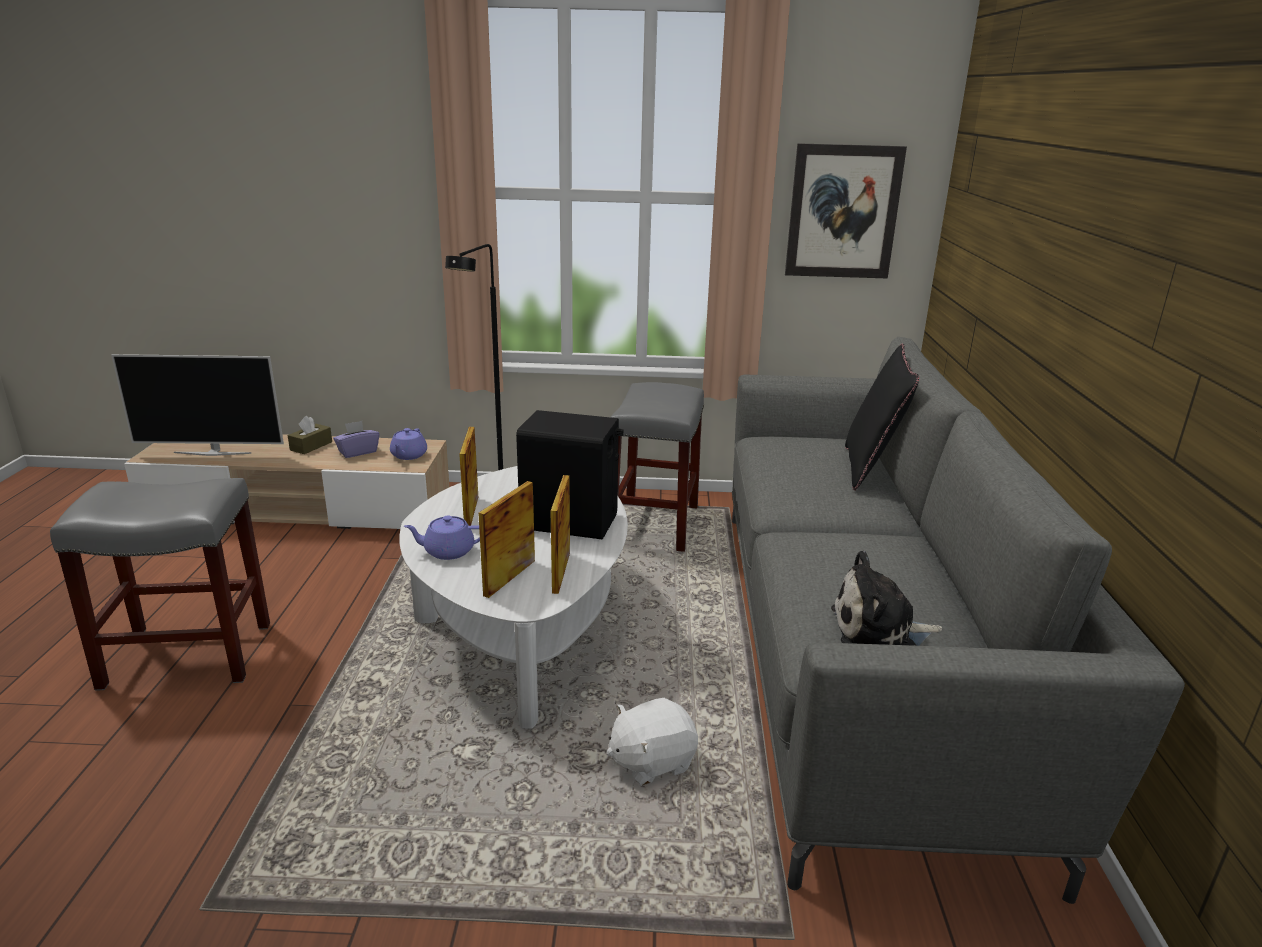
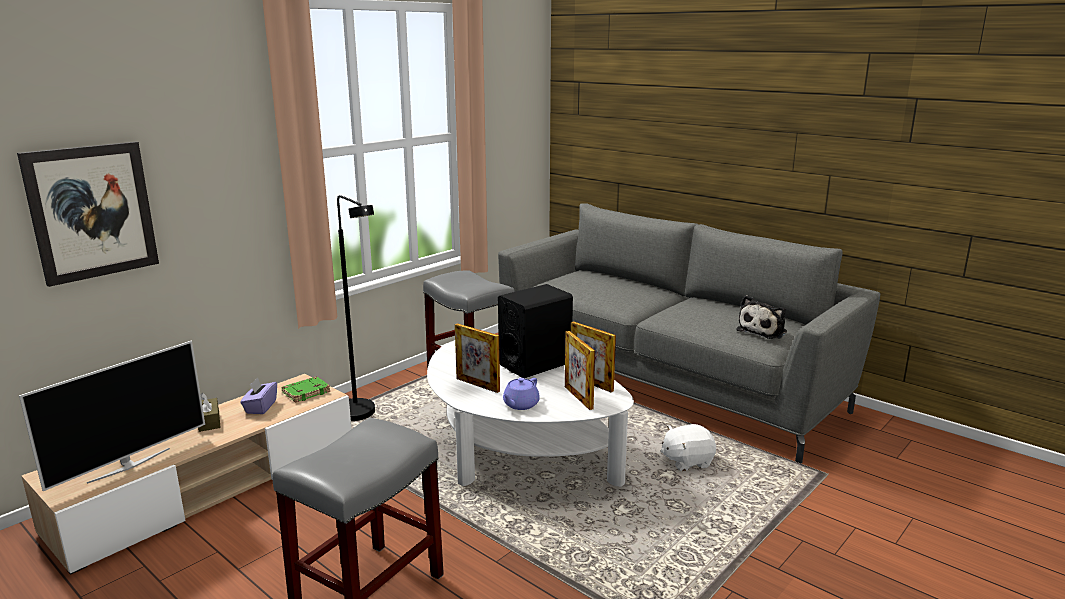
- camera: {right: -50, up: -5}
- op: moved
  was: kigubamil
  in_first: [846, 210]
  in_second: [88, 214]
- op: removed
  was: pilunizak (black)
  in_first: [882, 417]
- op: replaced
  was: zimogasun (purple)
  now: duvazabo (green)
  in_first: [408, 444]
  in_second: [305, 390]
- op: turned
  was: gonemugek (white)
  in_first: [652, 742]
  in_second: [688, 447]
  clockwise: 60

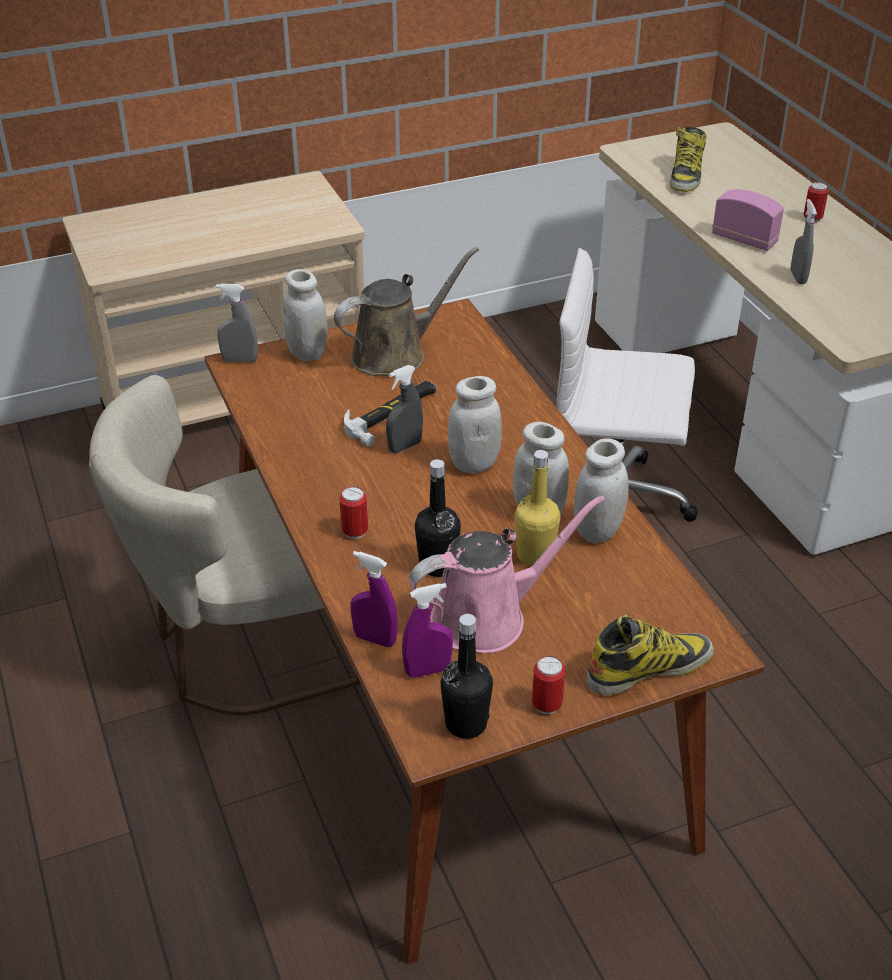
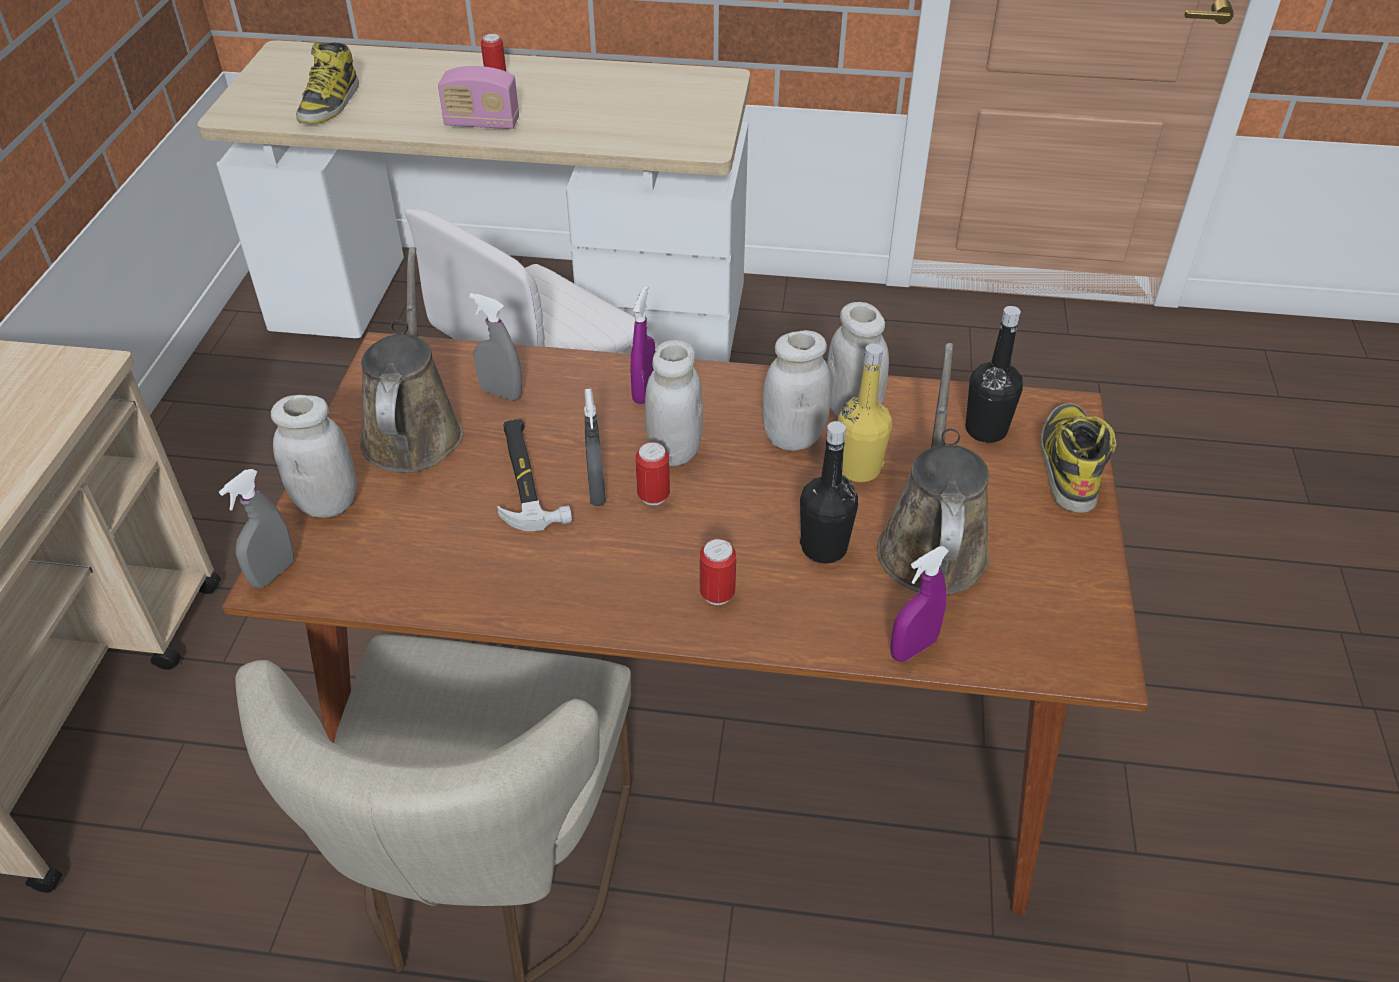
- camera: {right: -60, up: 5}
- op: turned
  was: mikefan
  in_first: [688, 159]
  in_second: [327, 83]
  clockwise: 60
- op: turned
  was: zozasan
  in_first: [748, 220]
  in_second: [478, 97]
  clockwise: -150
- op: moved
  was: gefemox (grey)
  in_first: [804, 241]
  in_second: [495, 347]
- op: recoloured
  was: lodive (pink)
  now: lodive (brown)
  in_first: [507, 574]
  in_second: [933, 469]
- op: moved
  was: gefemox (purple)
  in_first: [427, 630]
  in_second: [642, 344]
- op: moved
  was: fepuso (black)
  in_first: [466, 676]
  in_second: [994, 374]
- op: moved
  was: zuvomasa
  in_first: [548, 685]
  in_second: [653, 473]

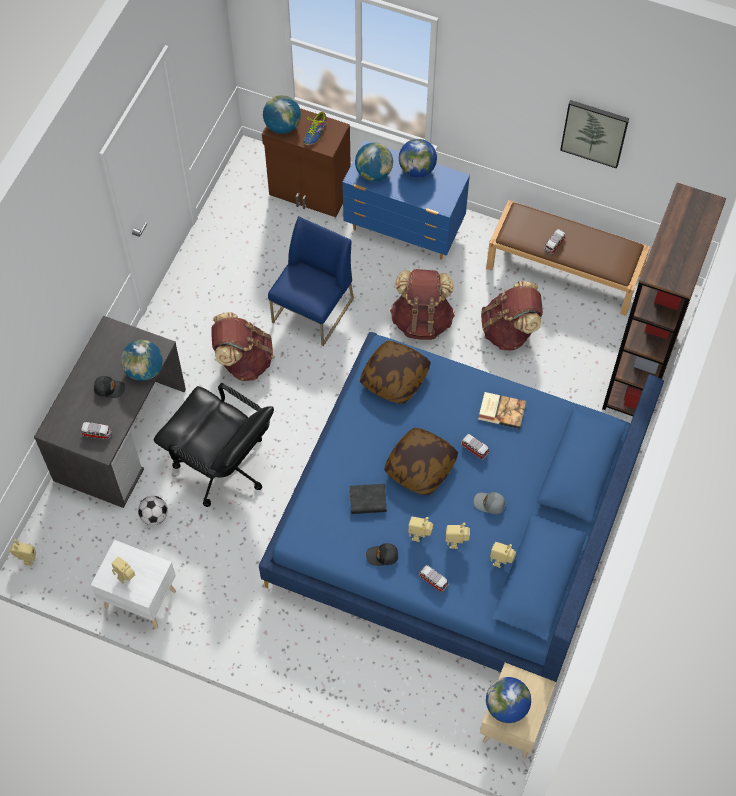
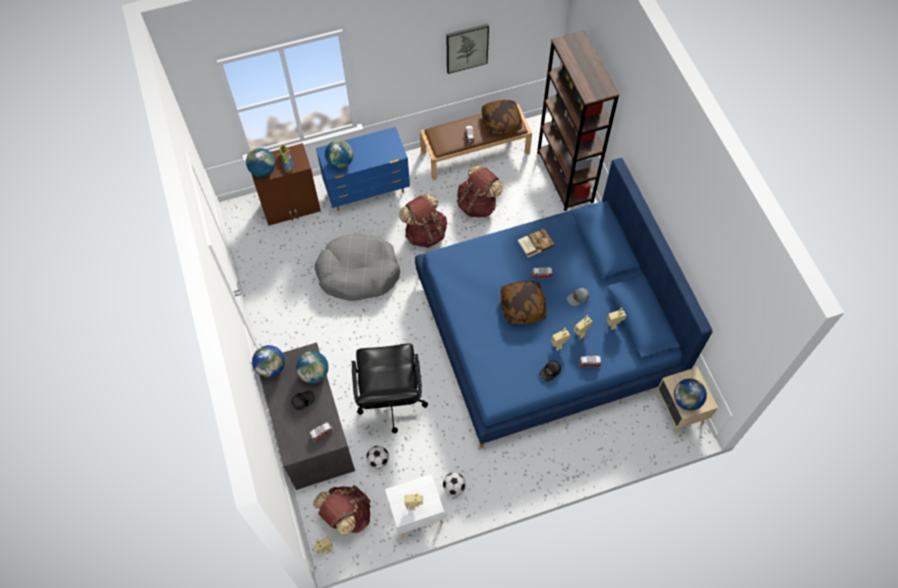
- camera: {right: -40, up: 0}
- op: moved
  was: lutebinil
  in_first: [418, 158]
  in_second: [268, 361]
- op: replaced
  was: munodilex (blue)
  now: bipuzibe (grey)
  in_first: [311, 281]
  in_second: [357, 267]
- op: moved
  was: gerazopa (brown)
  in_first: [242, 346]
  in_second: [342, 510]
- op: moved
  was: pilunizak
  in_first: [395, 372]
  in_second: [502, 117]
- op: turned
  was: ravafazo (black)
  in_first: [214, 445]
  in_second: [390, 388]
  clockwise: 90
- op: removed
  was: duvazabo (black)
  in_first: [368, 499]
- op: added
  now: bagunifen
  in_second: [454, 484]

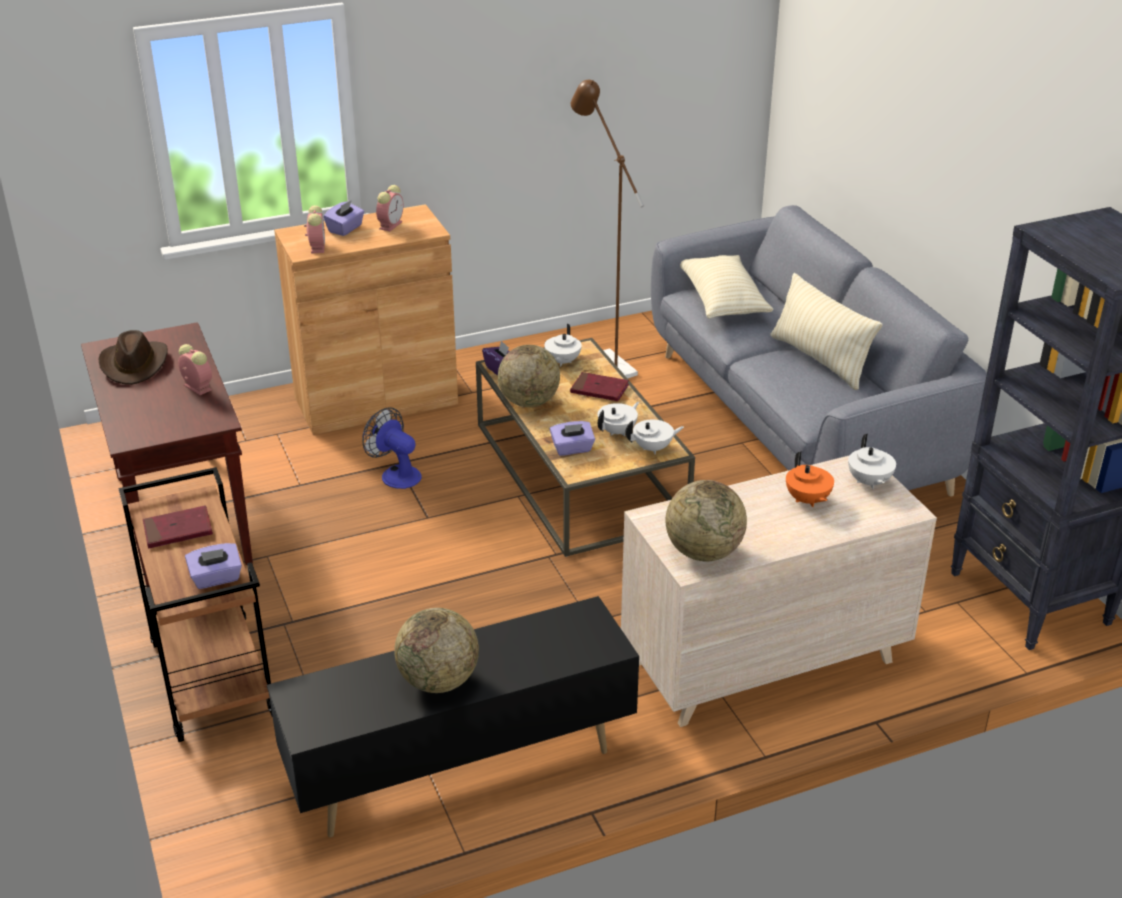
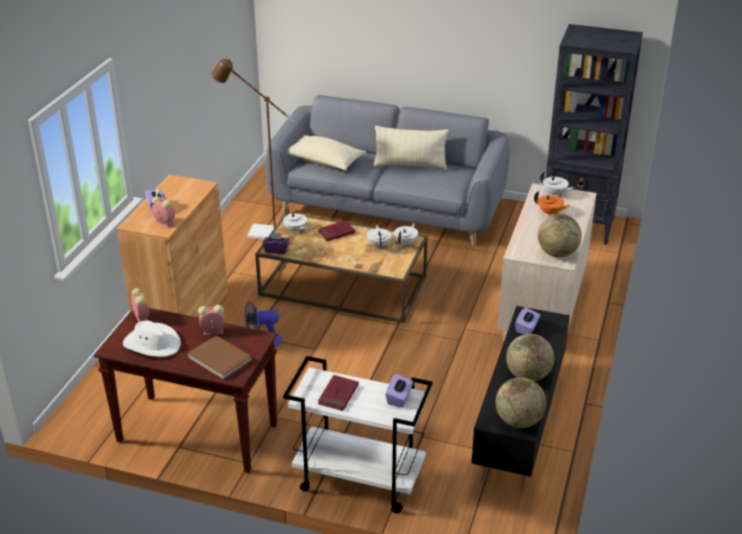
- camera: {right: -50, up: 0}
- op: moved
  was: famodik
  in_first: [389, 208]
  in_second: [140, 305]
- op: recoloured
  was: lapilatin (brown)
  now: lapilatin (white)
  in_first: [133, 357]
  in_second: [152, 338]
- op: moved
  was: lutebinil
  in_first: [529, 376]
  in_second: [521, 402]
- op: moved
  was: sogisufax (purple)
  in_first: [572, 438]
  in_second: [527, 321]
- op: recoloured
  was: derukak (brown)
  now: derukak (white)
  in_first: [195, 604]
  in_second: [358, 434]
- op: added
  now: duvazabo (brown)
  in_second: [220, 357]

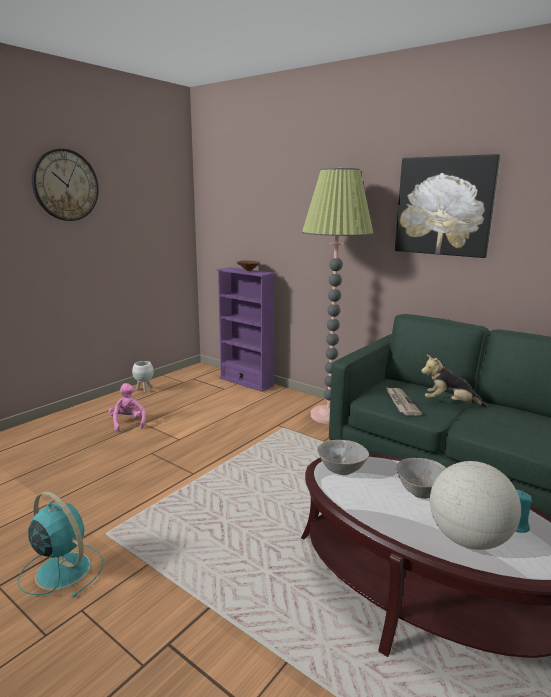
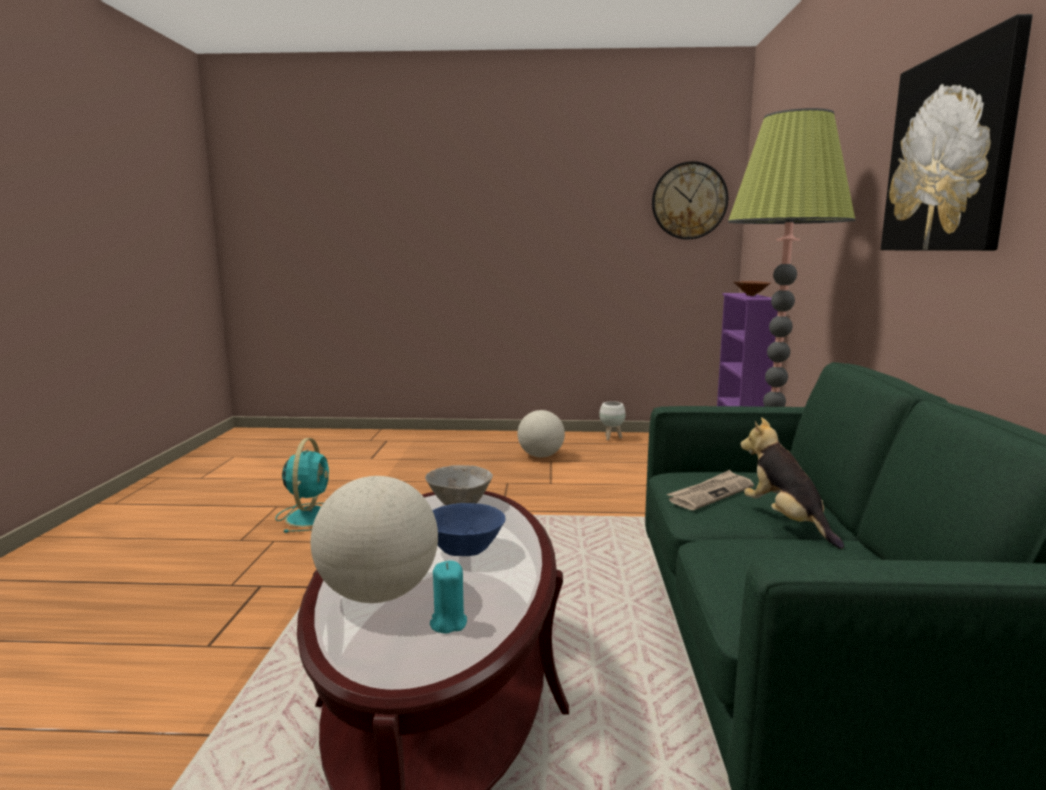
- camera: {right: 55, up: -5}
- op: moved
  was: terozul
  in_first: [65, 185]
  in_second: [690, 200]
- op: replaced
  was: gonemugek (pink)
  now: lutebinil
  in_first: [127, 407]
  in_second: [541, 433]
- op: recoloured
  was: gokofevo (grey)
  now: gokofevo (blue)
  in_first: [421, 478]
  in_second: [468, 529]

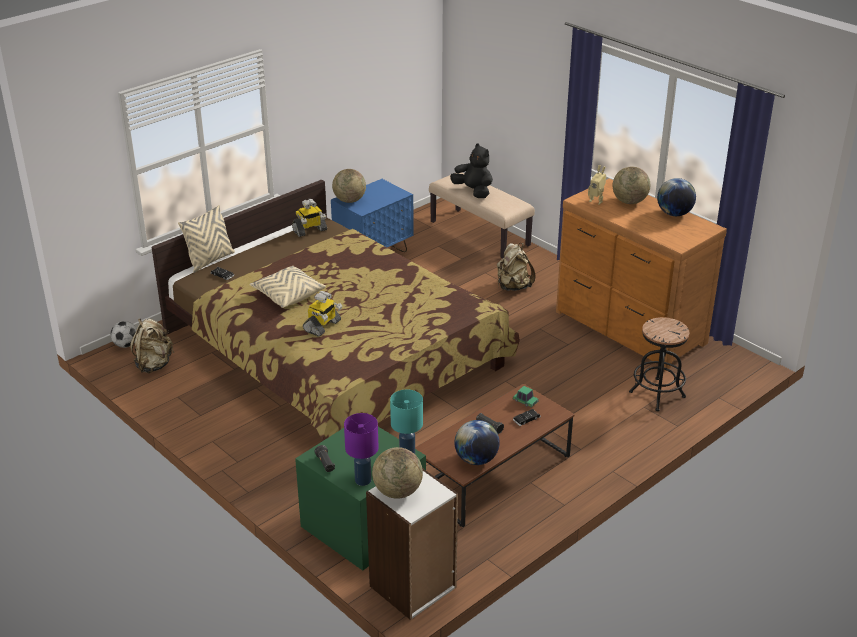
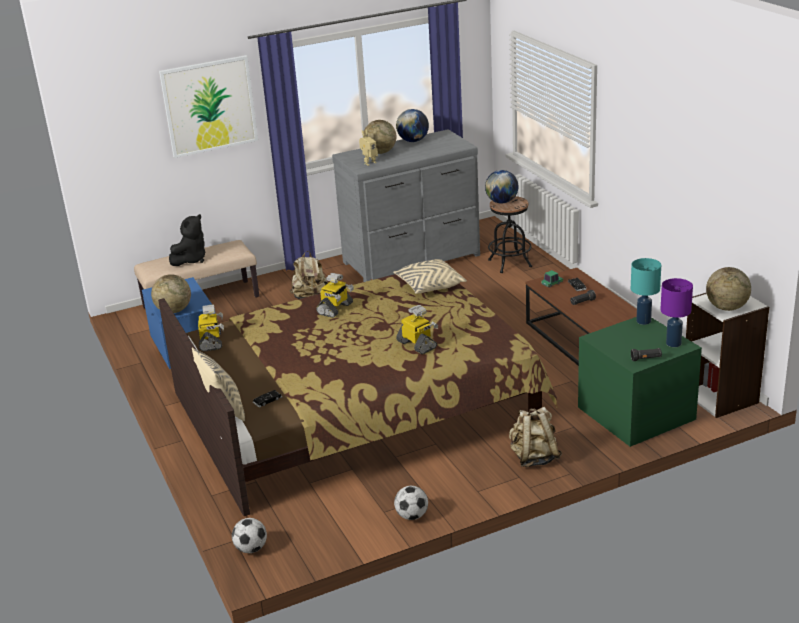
- camera: {right: -70, up: -5}
- op: turned
  was: gonemugek (black)
  in_first: [471, 170]
  in_second: [187, 240]
  clockwise: 150
- op: recoloured
  was: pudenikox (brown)
  now: pudenikox (grey)
  in_first: [641, 275]
  in_second: [406, 205]
- op: moved
  was: pilunizak (beige)
  in_first: [287, 287]
  in_second: [430, 276]
- op: moved
  was: gerazopa (beige)
  in_first: [152, 346]
  in_second: [535, 437]
- op: moved
  was: lutebinil
  in_first: [477, 442]
  in_second: [501, 186]
- op: added
  now: kigubamil
  in_second: [208, 106]
- op: added
  now: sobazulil
  in_second: [335, 295]
- op: added
  now: bagunifen
  in_second: [411, 503]

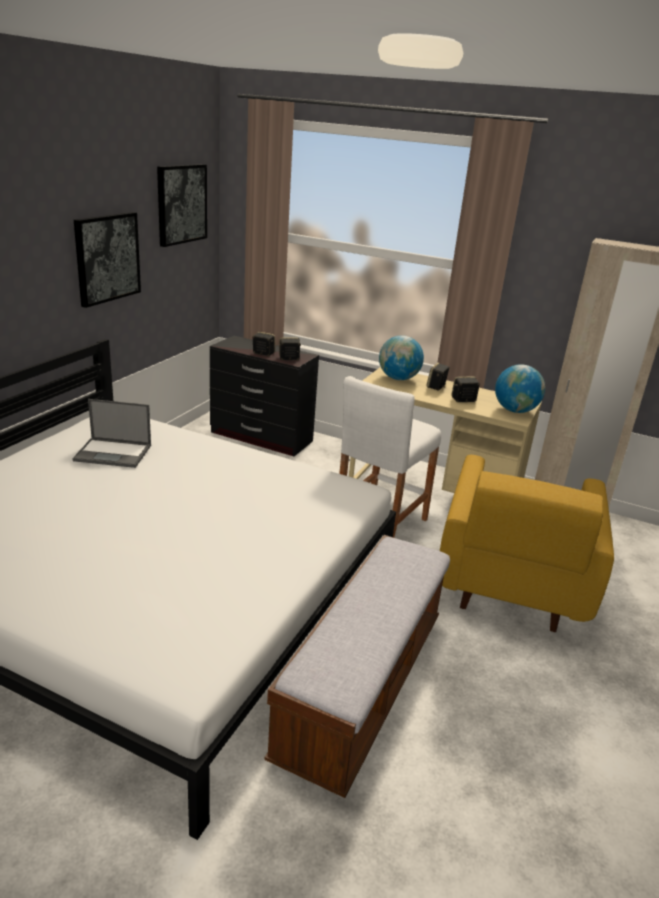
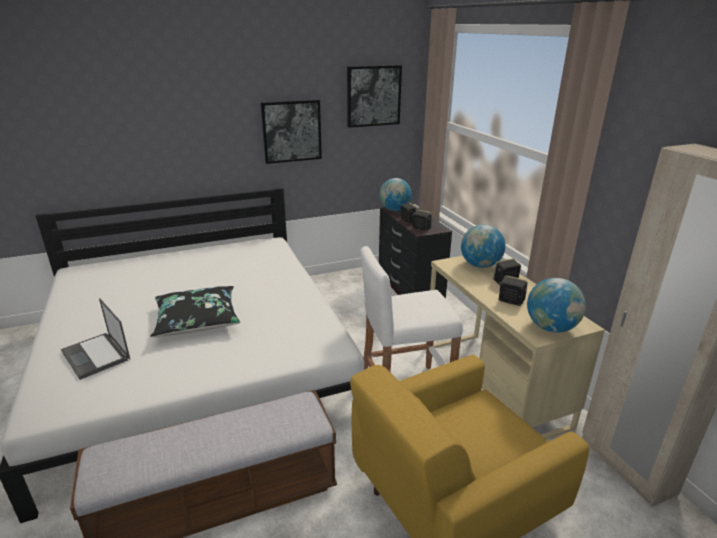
- camera: {right: 45, up: 0}
- op: moved
  was: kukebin
  in_first: [111, 433]
  in_second: [95, 339]
- op: added
  now: lutebinil
  in_second: [395, 194]
- op: added
  now: pilunizak (black)
  in_second: [195, 311]

